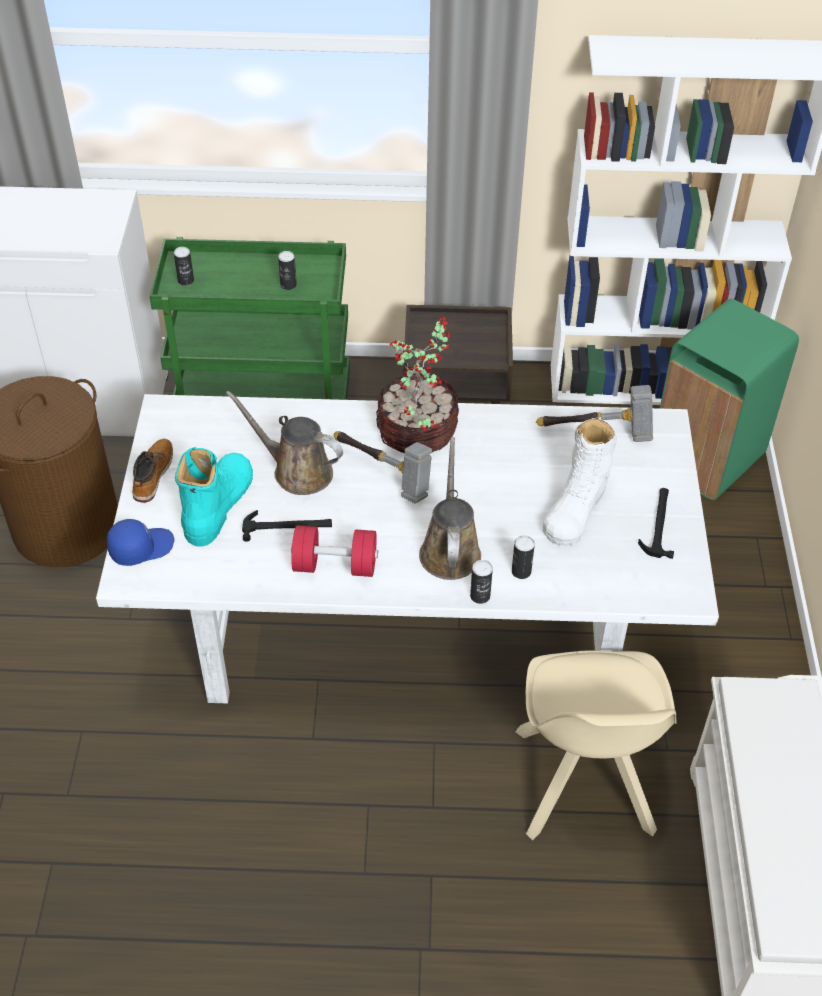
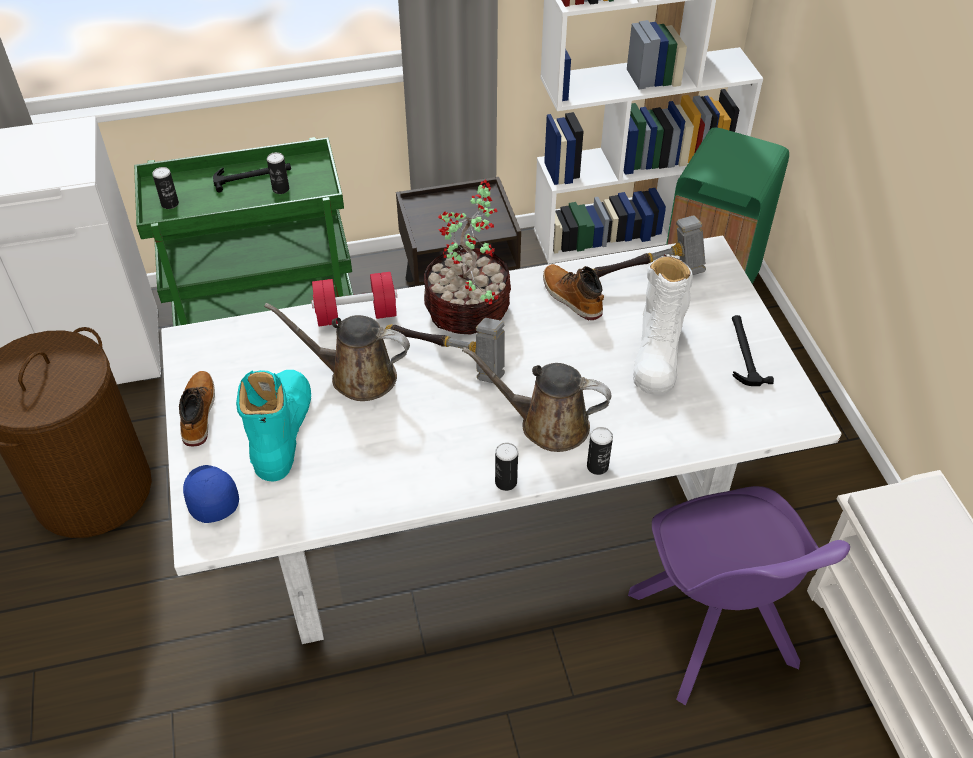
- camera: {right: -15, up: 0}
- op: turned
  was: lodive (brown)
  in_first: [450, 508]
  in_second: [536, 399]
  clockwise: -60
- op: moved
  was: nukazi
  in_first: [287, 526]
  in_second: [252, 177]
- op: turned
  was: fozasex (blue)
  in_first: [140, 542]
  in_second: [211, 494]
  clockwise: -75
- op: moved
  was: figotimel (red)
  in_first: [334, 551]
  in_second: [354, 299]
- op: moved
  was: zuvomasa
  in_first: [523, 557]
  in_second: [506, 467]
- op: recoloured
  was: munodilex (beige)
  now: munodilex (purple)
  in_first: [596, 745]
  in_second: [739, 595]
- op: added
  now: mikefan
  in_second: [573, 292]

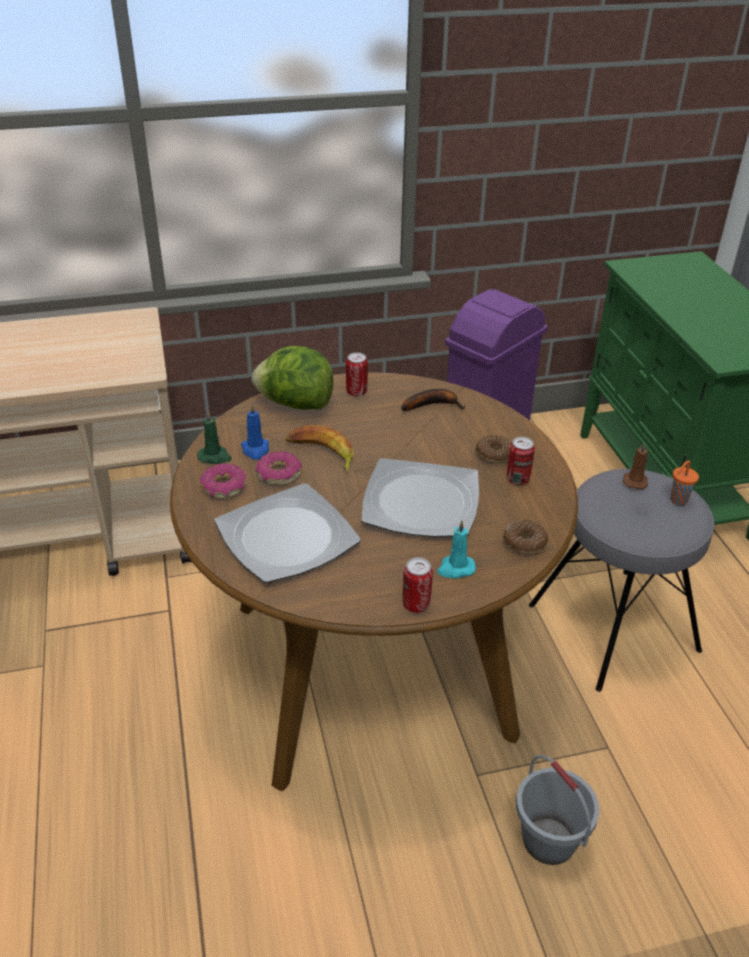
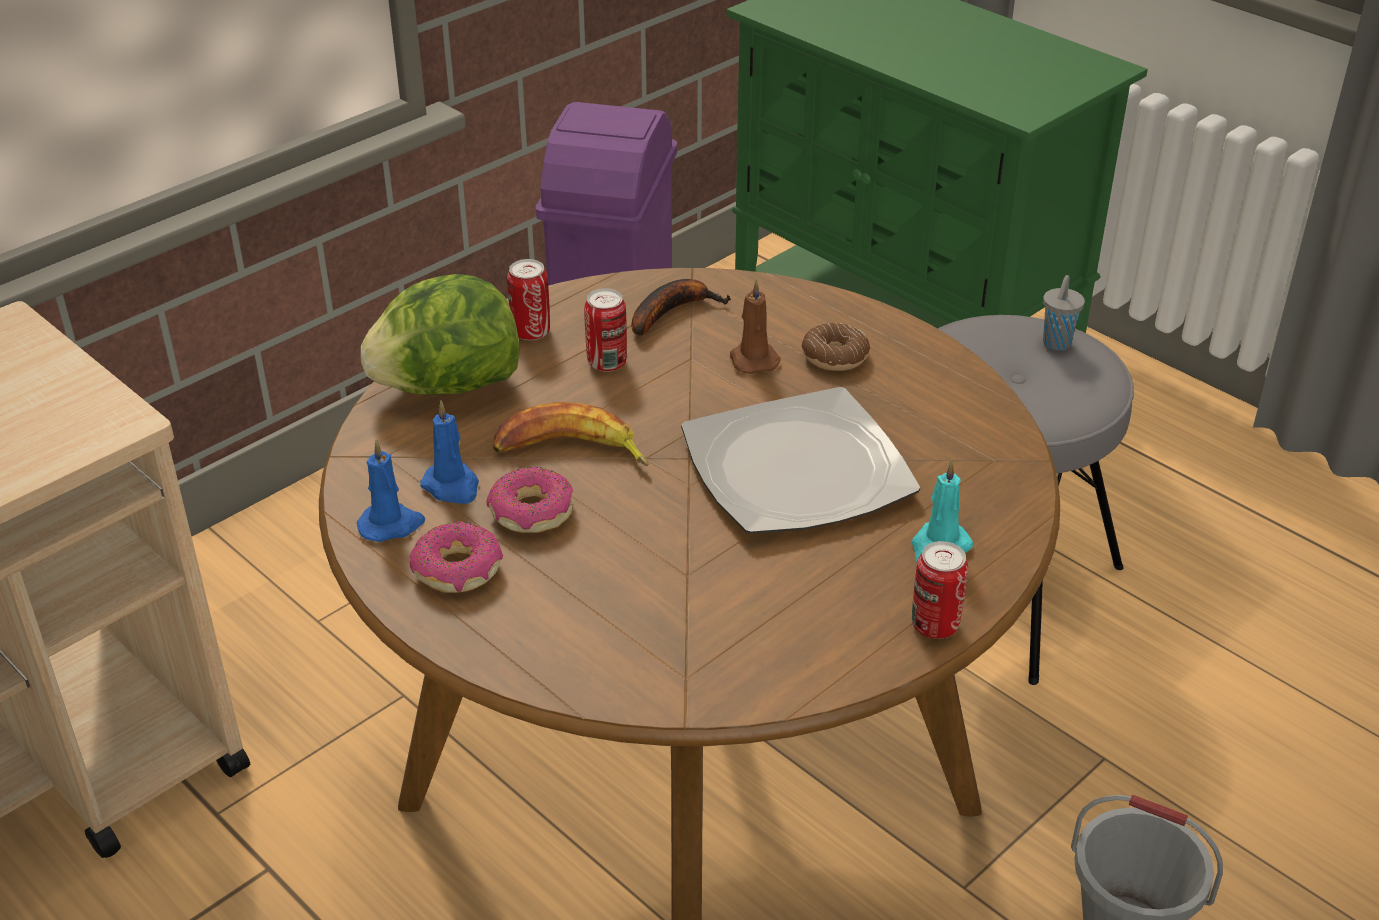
- camera: {right: -30, up: 0}
- op: recoloured
  was: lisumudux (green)
  now: lisumudux (blue)
  in_first: [214, 437]
  in_second: [391, 490]
- op: moved
  was: zuvomasa
  in_first: [521, 461]
  in_second: [605, 330]
- op: moved
  was: lisumudux (brown)
  in_first: [635, 465]
  in_second: [755, 326]
- op: recoloured
  was: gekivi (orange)
  now: gekivi (grey)
  in_first: [684, 482]
  in_second: [1064, 313]
- op: removed
  was: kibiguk
  in_first: [287, 533]
- op: removed
  was: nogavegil
  in_first: [526, 537]

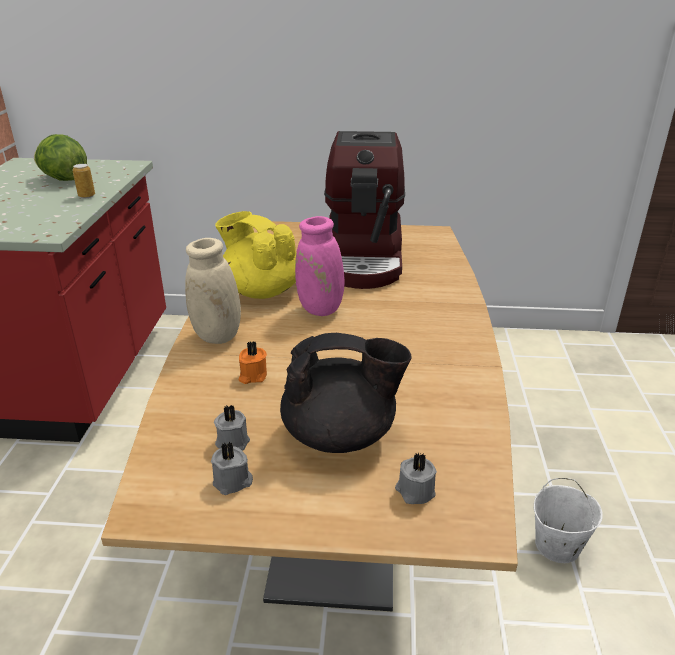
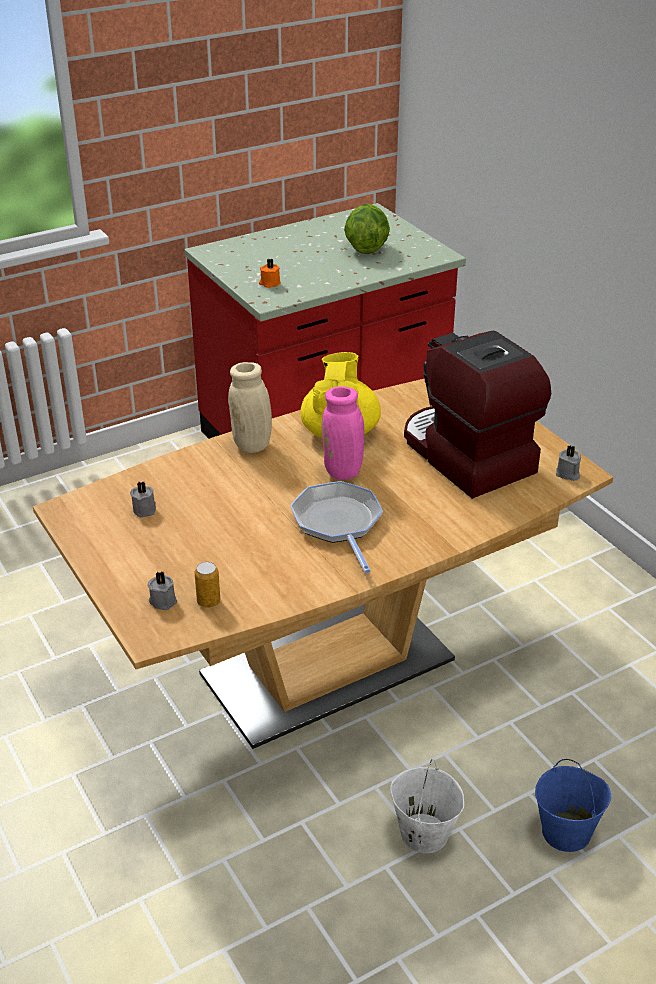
- camera: {right: 55, up: 5}
- op: turned
  was: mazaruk
  in_first: [364, 210]
  in_second: [477, 415]
  clockwise: 90
- op: moved
  was: zuvomasa
  in_first: [83, 181]
  in_second: [207, 585]
- op: removed
  was: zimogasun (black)
  in_first: [346, 393]
- op: moved
  was: lisumudux (orange)
  in_first: [253, 362]
  in_second: [270, 273]
- op: moved
  was: lisumudux (grey)
  in_first: [232, 468]
  in_second: [568, 463]
- op: added
  now: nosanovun
  in_second: [336, 527]
- op: added
  now: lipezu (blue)
  in_second: [573, 805]

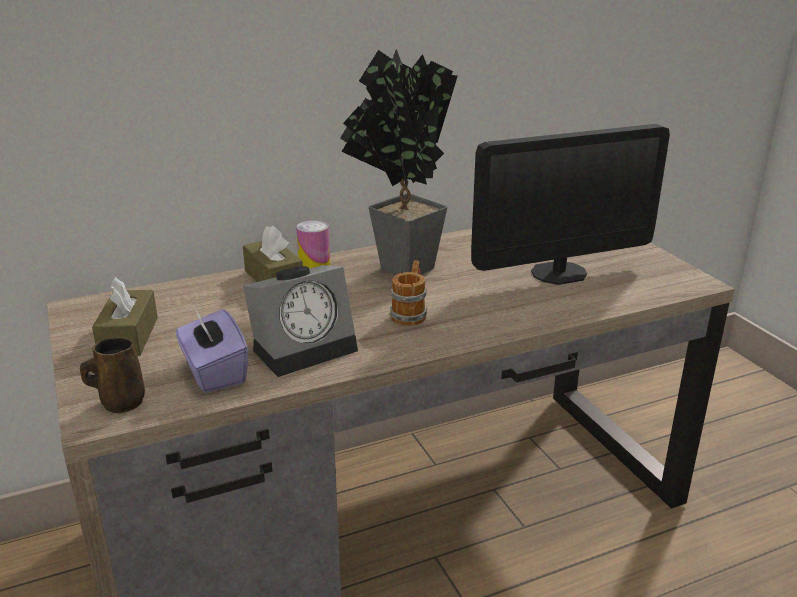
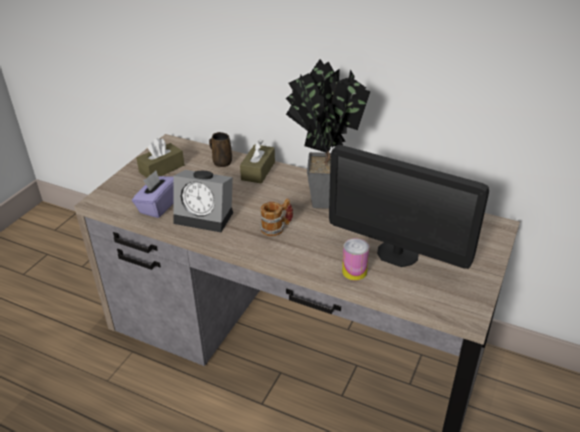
- camera: {right: 50, up: 10}
- op: moved
  was: zuvomasa
  in_first: [313, 244]
  in_second: [355, 259]
- op: moved
  was: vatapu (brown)
  in_first: [112, 375]
  in_second: [220, 149]

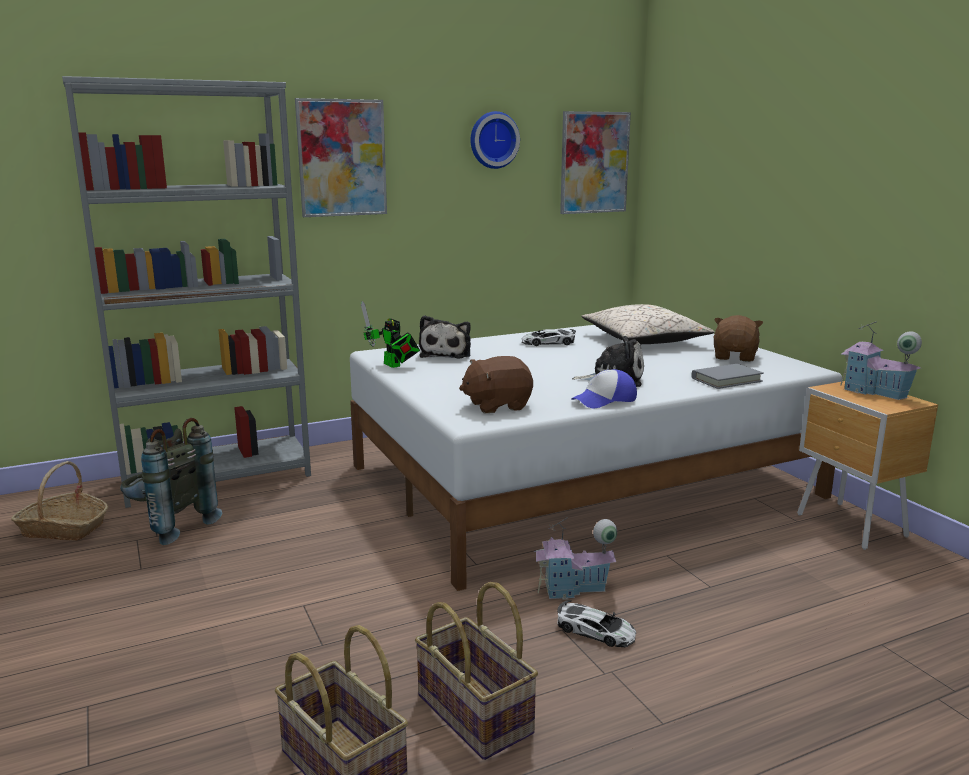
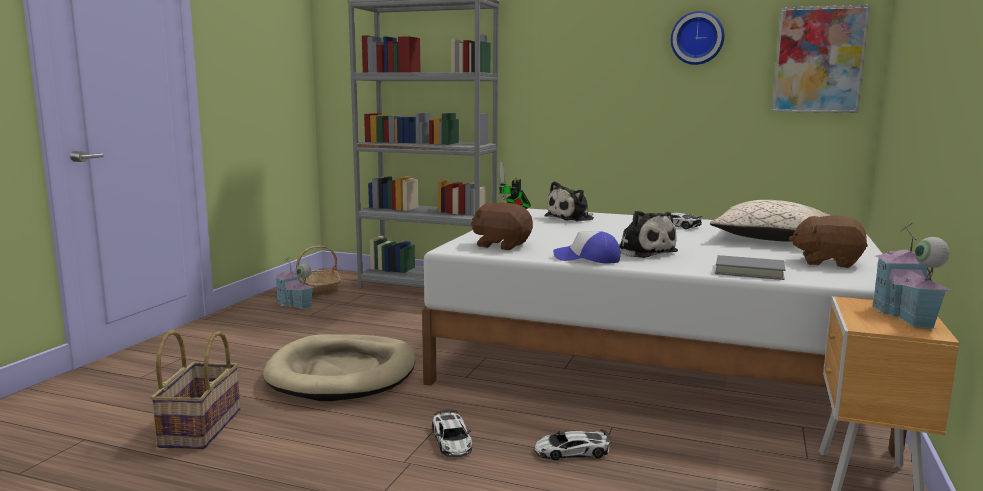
- camera: {right: 45, up: -5}
- op: removed
  was: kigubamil
  in_first: [341, 157]
- op: turned
  was: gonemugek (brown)
  in_first: [738, 338]
  in_second: [828, 241]
  clockwise: -135
- op: removed
  was: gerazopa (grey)
  in_first: [171, 481]
- op: moved
  was: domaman
  in_first: [575, 558]
  in_second: [294, 283]
- op: removed
  was: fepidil
  in_first: [476, 671]
- op: added
  now: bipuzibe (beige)
  in_second: [339, 367]
- op: added
  now: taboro
  in_second: [572, 444]

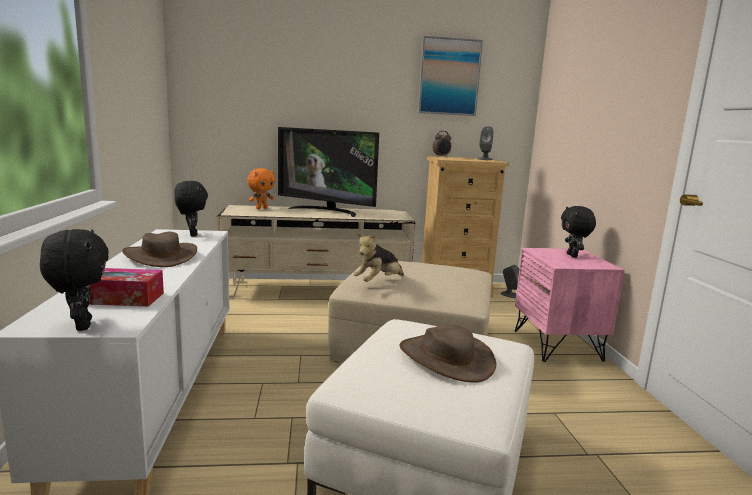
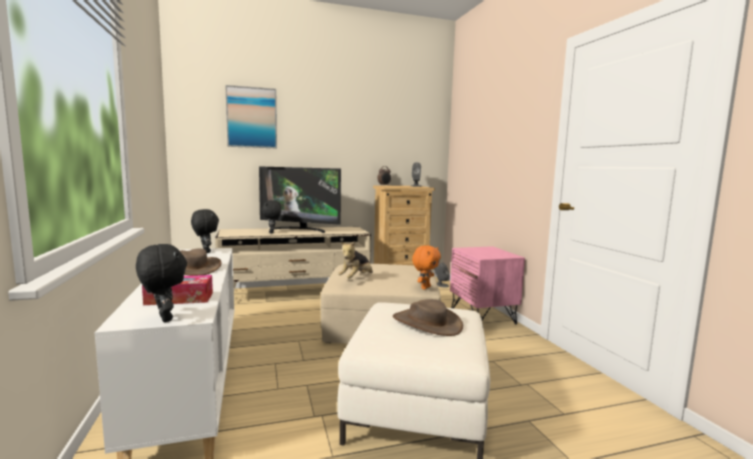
- camera: {right: -10, up: -5}
- op: moved
  was: kigubamil
  in_first: [450, 76]
  in_second: [251, 116]
- op: moved
  was: gonemugek (orange)
  in_first: [261, 188]
  in_second: [426, 267]
- op: moved
  was: gonemugek (black)
  in_first: [578, 232]
  in_second: [271, 217]

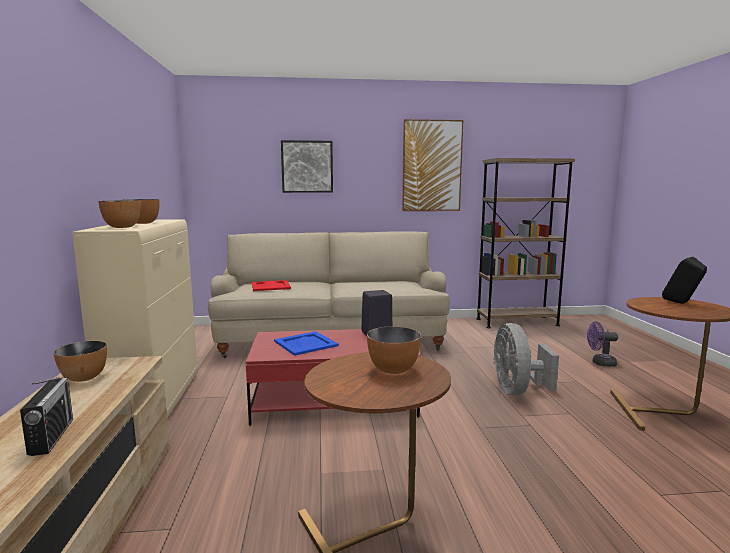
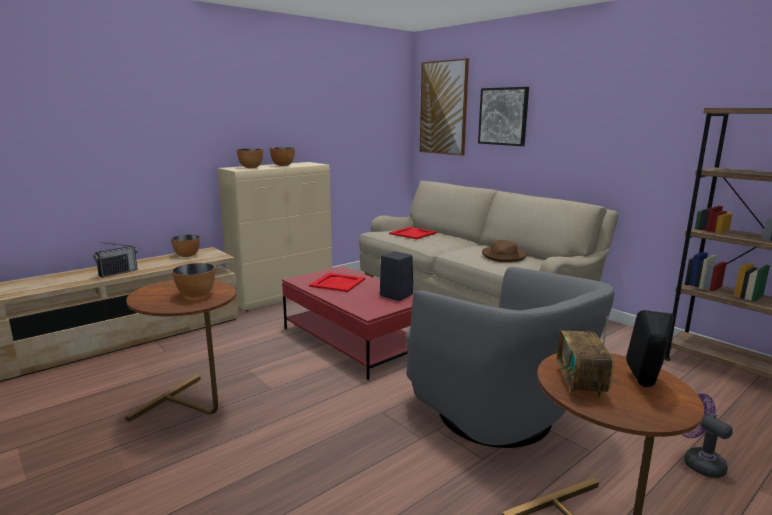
- camera: {right: 55, up: 5}
- op: moved
  was: kigubamil
  in_first: [432, 165]
  in_second: [444, 107]
- op: replaced
  was: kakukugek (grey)
  now: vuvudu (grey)
  in_first: [526, 359]
  in_second: [510, 357]
- op: recoloured
  was: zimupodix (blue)
  now: zimupodix (red)
  in_first: [306, 343]
  in_second: [337, 282]
- op: added
  now: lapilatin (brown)
  in_second: [504, 251]
- op: added
  now: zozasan
  in_second: [585, 357]

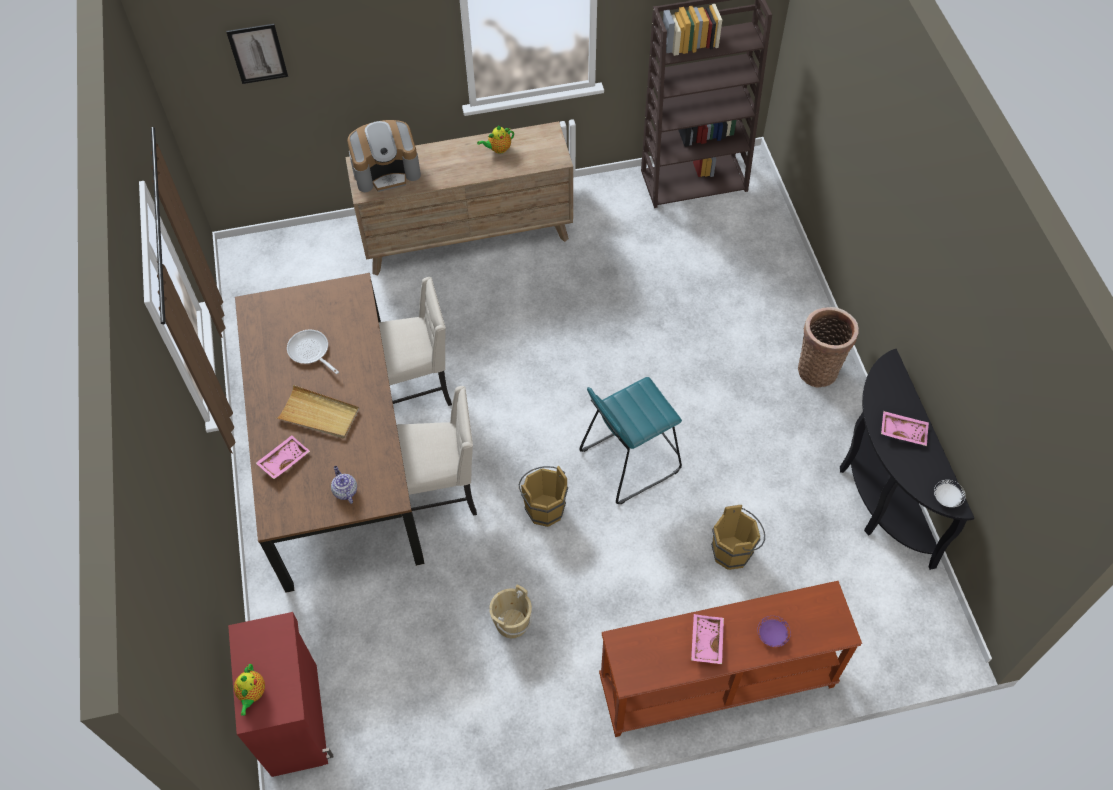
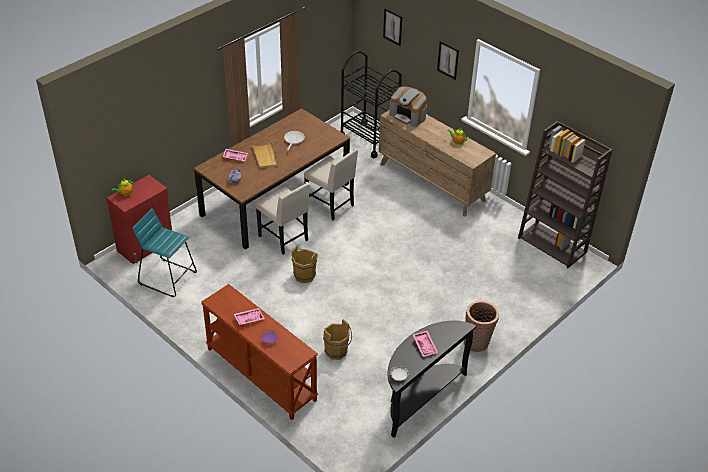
- camera: {right: 55, up: -15}
- op: moved
  was: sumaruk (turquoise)
  in_first: [630, 440]
  in_second: [165, 252]
- op: removed
  was: lipezu (beige)
  in_first: [510, 611]
- op: added
  now: kigubamil
  in_second: [448, 60]
- op: added
  now: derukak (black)
  in_second: [371, 104]

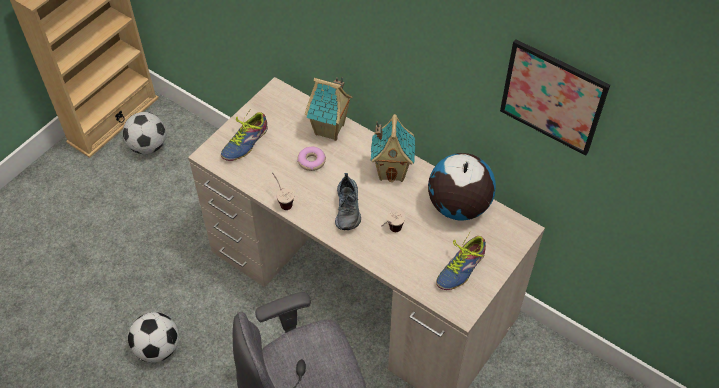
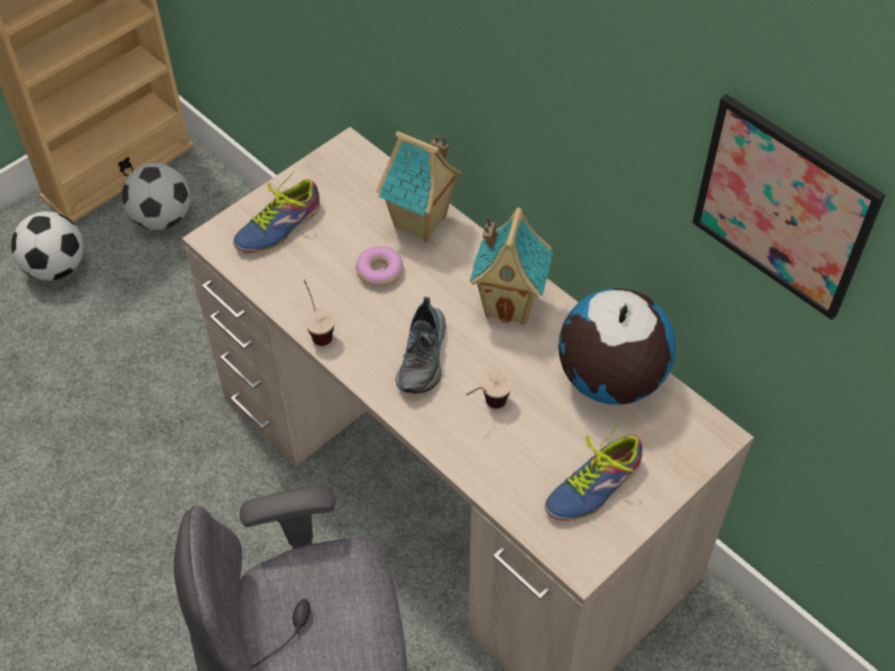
- camera: {right: 10, up: 0}
- op: moved
  was: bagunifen
  in_first: [153, 337]
  in_second: [47, 246]

